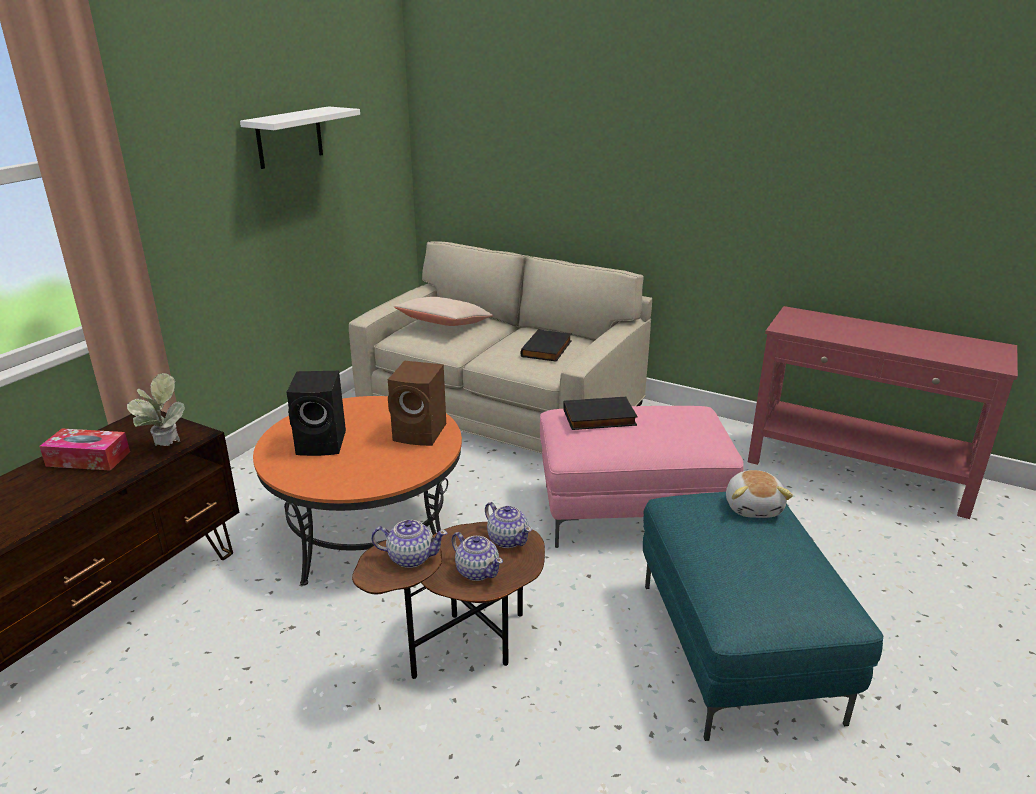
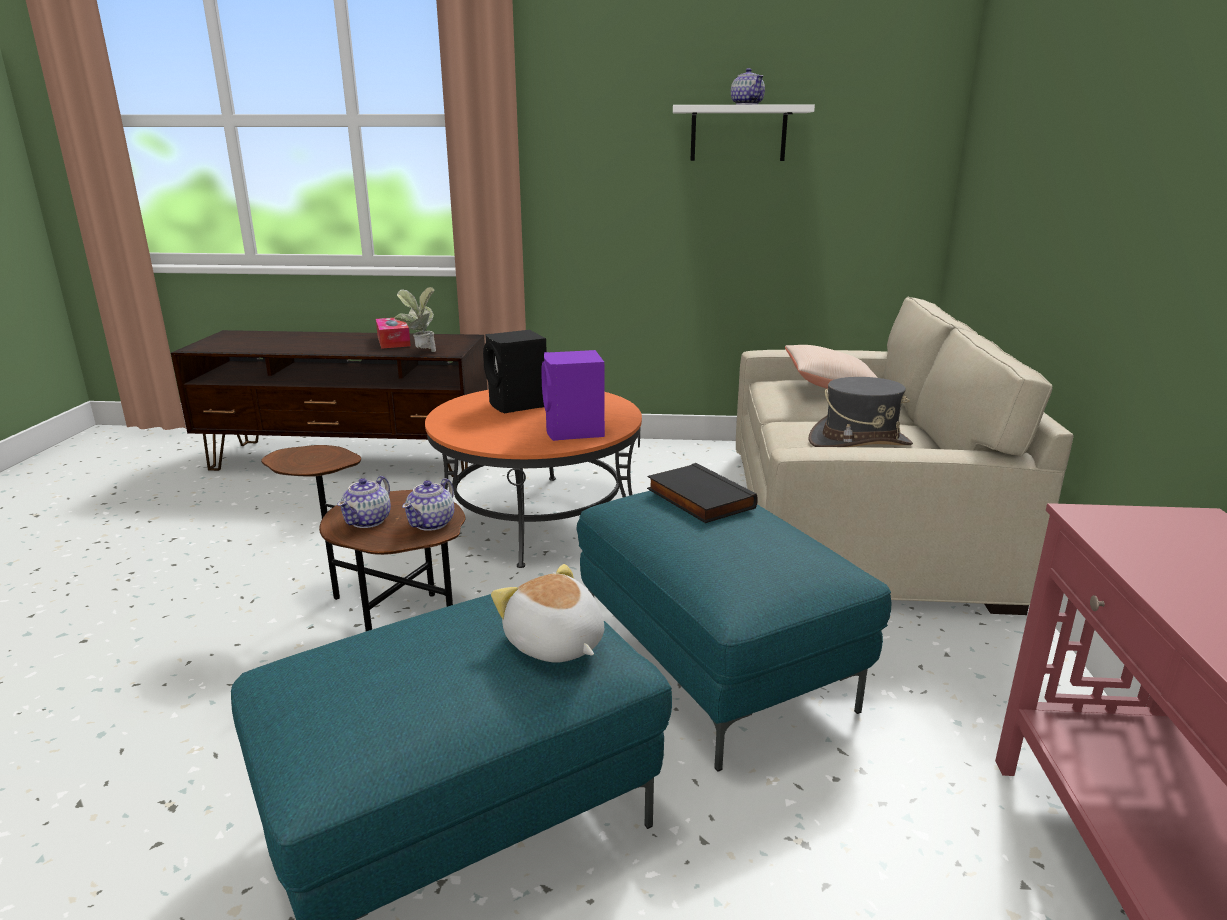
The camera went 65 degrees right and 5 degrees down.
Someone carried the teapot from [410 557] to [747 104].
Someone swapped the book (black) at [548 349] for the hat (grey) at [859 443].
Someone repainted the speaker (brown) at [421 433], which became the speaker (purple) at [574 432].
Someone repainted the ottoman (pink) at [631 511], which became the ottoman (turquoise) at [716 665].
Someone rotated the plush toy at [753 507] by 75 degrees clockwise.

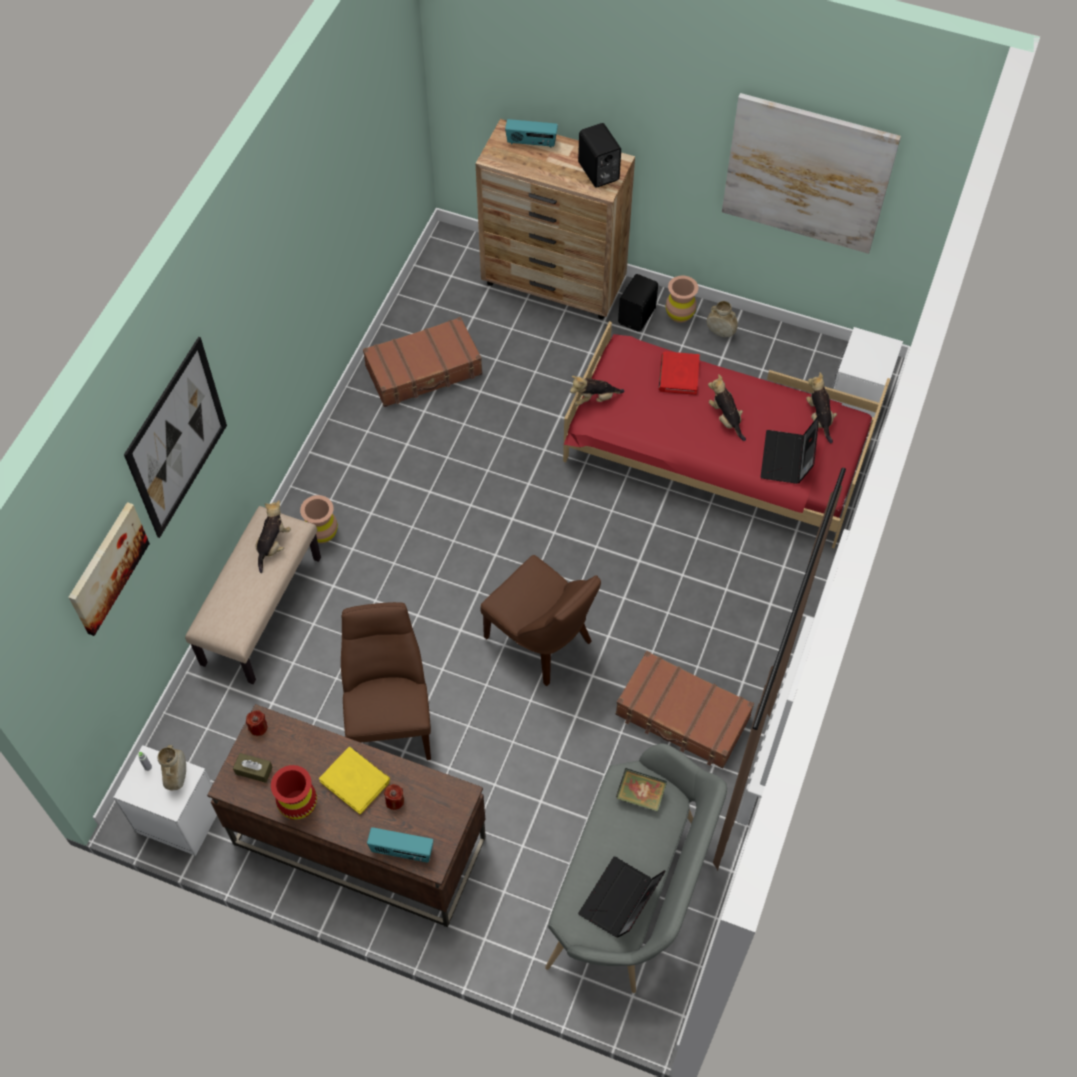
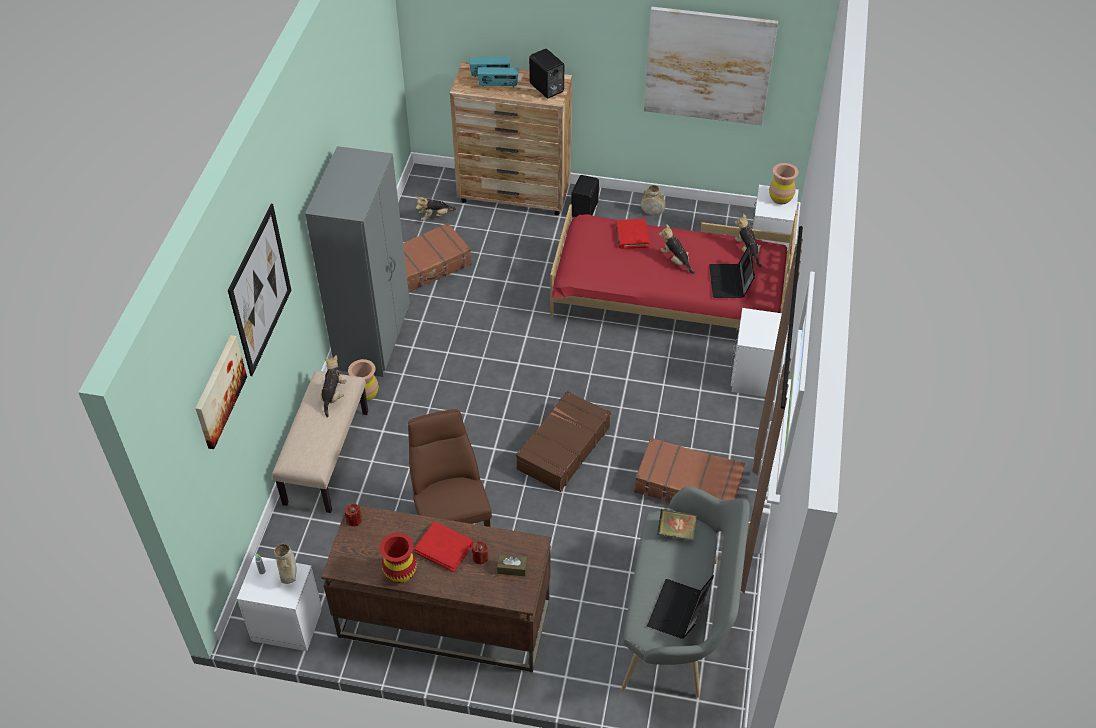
The camera went 10 degrees left and 10 degrees down.
Someone put down the wardrobe (grey) at [374 338].
Someone put down the nightstand (white) at [752 376].
Someone carried the tissue box (brown) from [254 770] to [512 568].
Someone carried the radio from [402 851] to [498 85].
Someone carried the plush toy from [594 399] to [435 216].
Someone carried the vase (brown) from [679 314] to [780 198].
Someone swapped the chair (brown) at [542 642] for the suitcase (brown) at [562 448].
Someone repainted the book (yellow) at [355 781], which became the book (red) at [444 548].

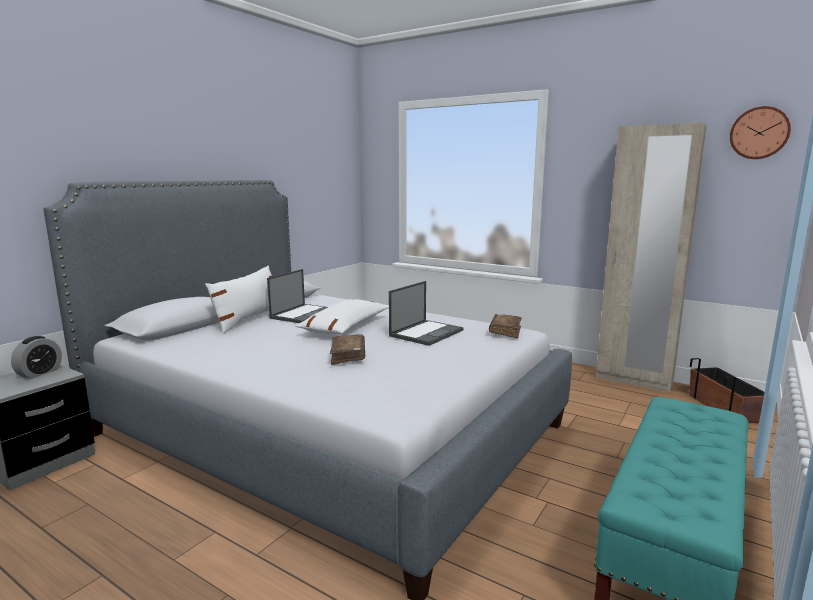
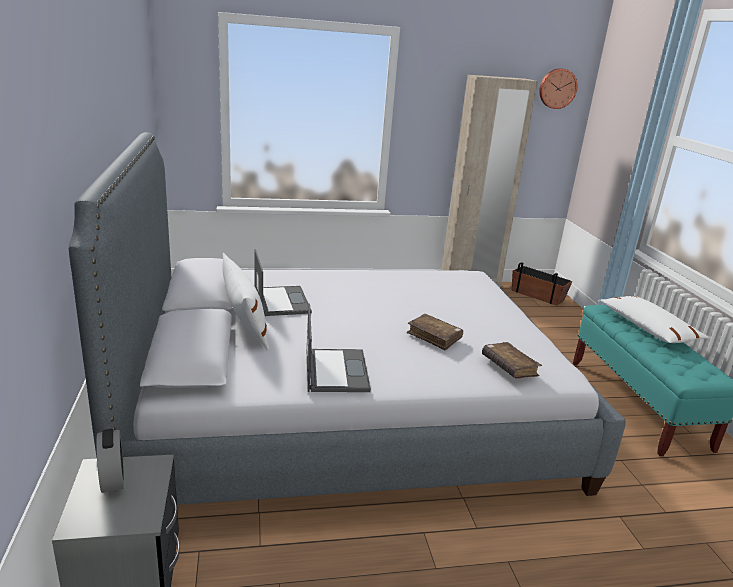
The camera went 45 degrees left and 10 degrees up.
Someone carried the pillow (white) from [345 327] to [648 328].
Someone carried the laptop from [427 333] to [336 370].
Someone carried the book (brown) from [505 331] to [509 367].

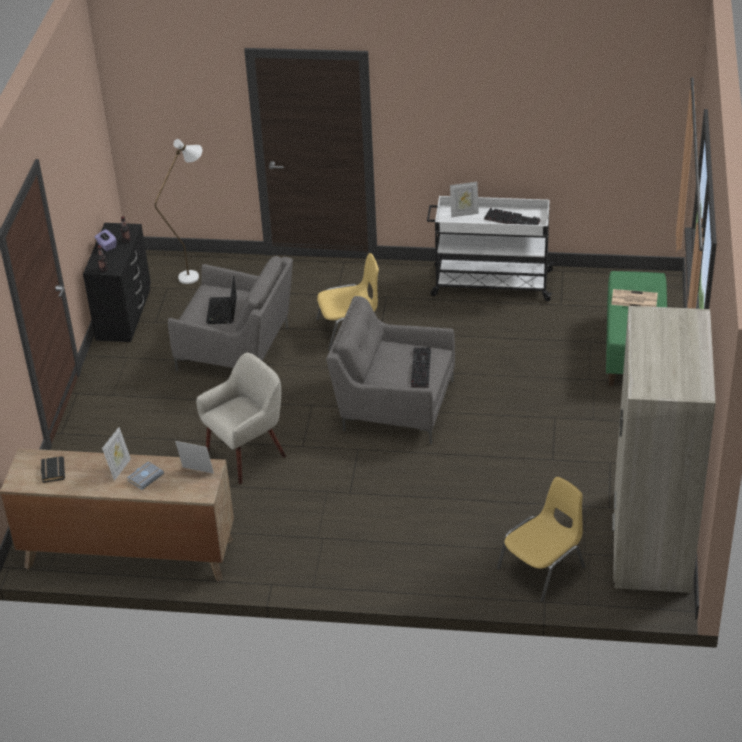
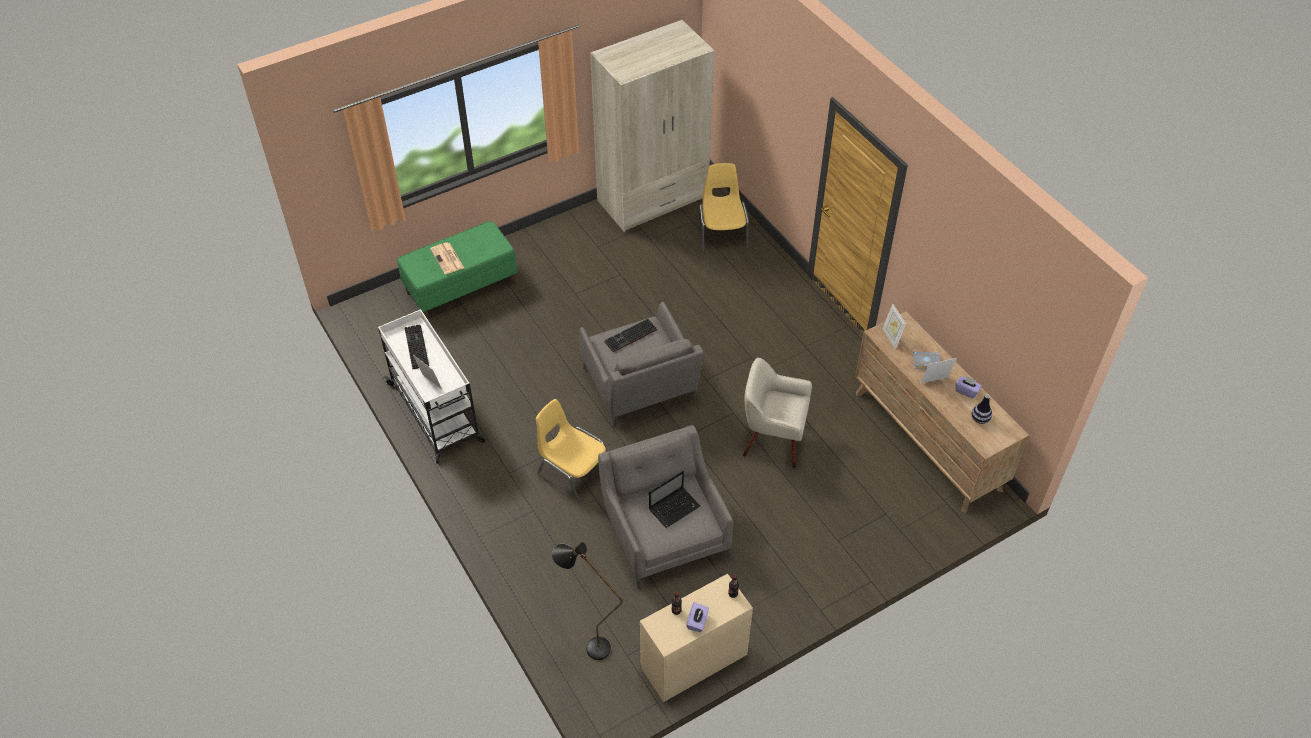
The camera went 130 degrees left and 10 degrees up.
Someone put down the tissue box (purple) at [966 391].
Someone swapped the book (black) at [52 471] for the vase at [980 419].
Someone repainted the dresser (black) at [124 314], which became the dresser (beige) at [693 660].
Someone repainted the floor lamp (white) at [195 274], which became the floor lamp (black) at [589 646].
Someone rotated the chair (yellow) at [543 568] by 75 degrees clockwise.

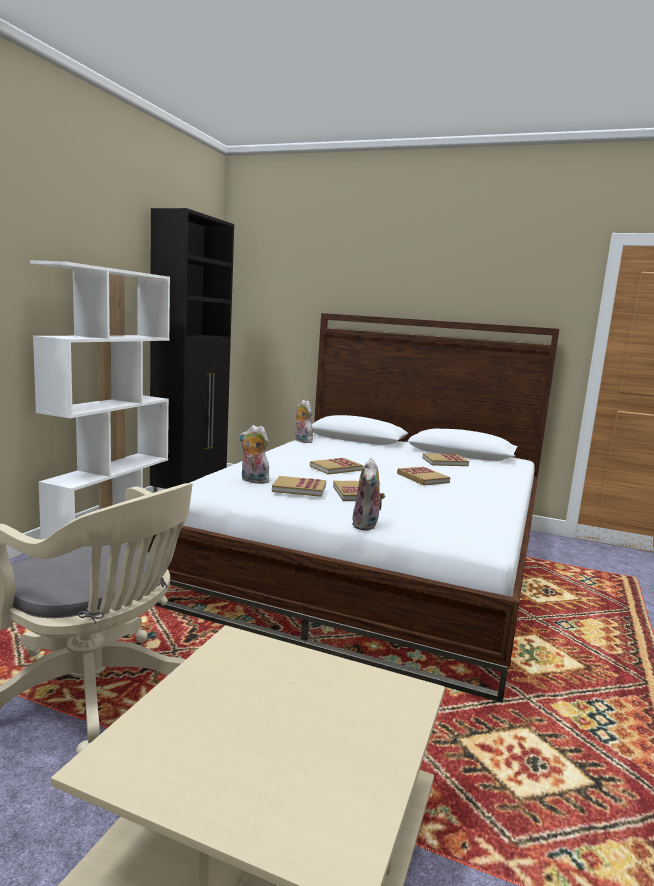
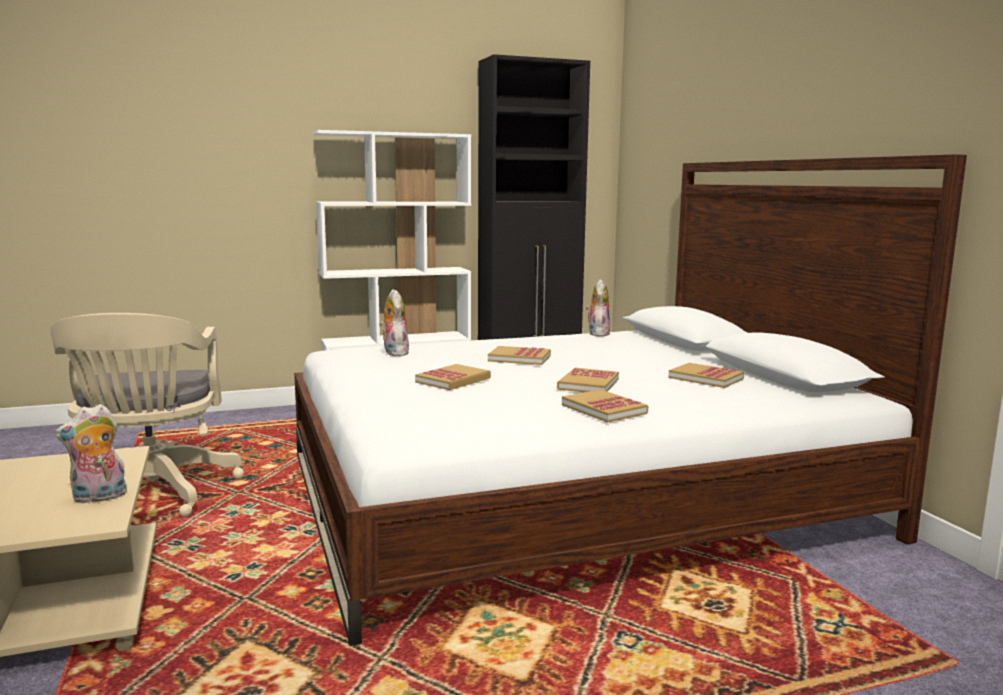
The camera went 50 degrees right and 0 degrees up.
Someone carried the book from [299 488] to [604 409].
Someone carried the plush toy from [367 525] to [98 498].

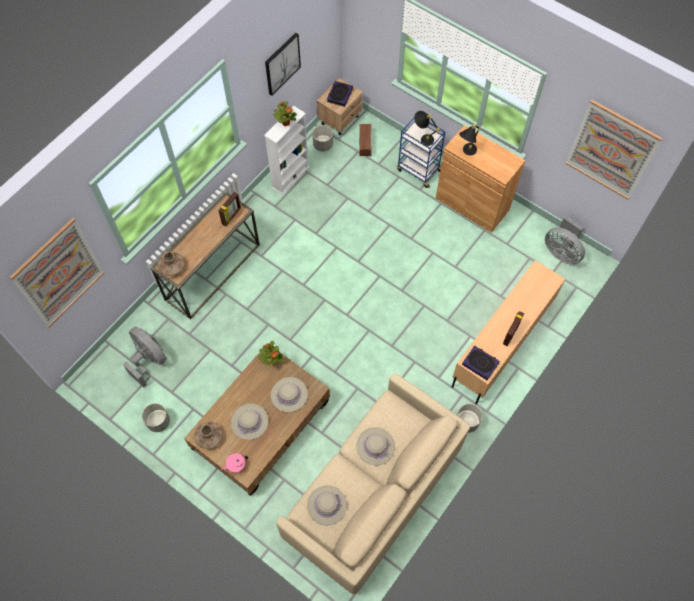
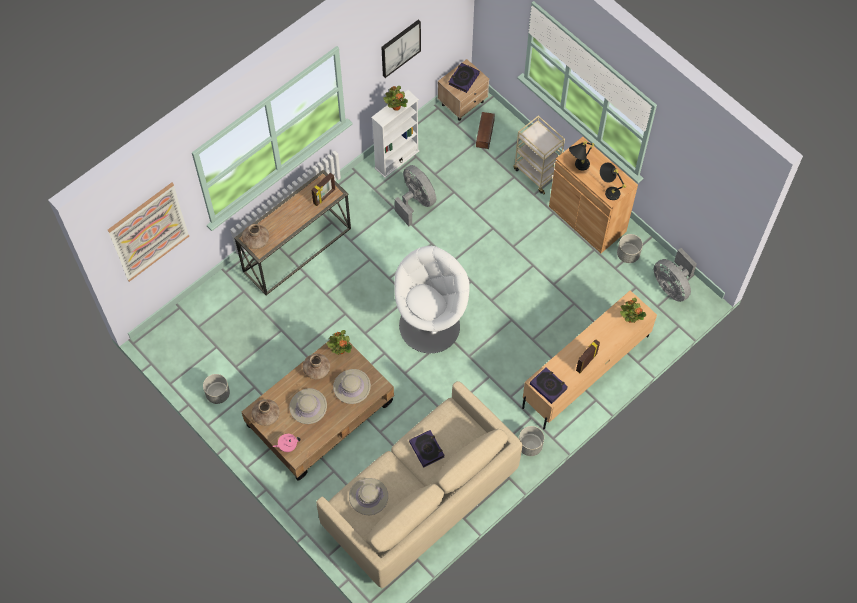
The camera went 10 degrees right and 0 degrees up.
Someone took away the picture at [611 150].
Someone put down the vase (brown) at [317 369].
Someone put down the armchair (white) at [430 325].
Someone put down the potted plant at [630 318].
Someone carried the fan (grey) from [149 360] to [416 202].
Someone carried the planter (grey) from [323 145] to [628 254].
Someone carried the table lamp (black) from [423 138] to [608 190].
Someone swapped the hat (beige) at [375 446] for the book at [427 449].
Someone repainted the cart (blue) at [418 170], which became the cart (beige) at [537 173].

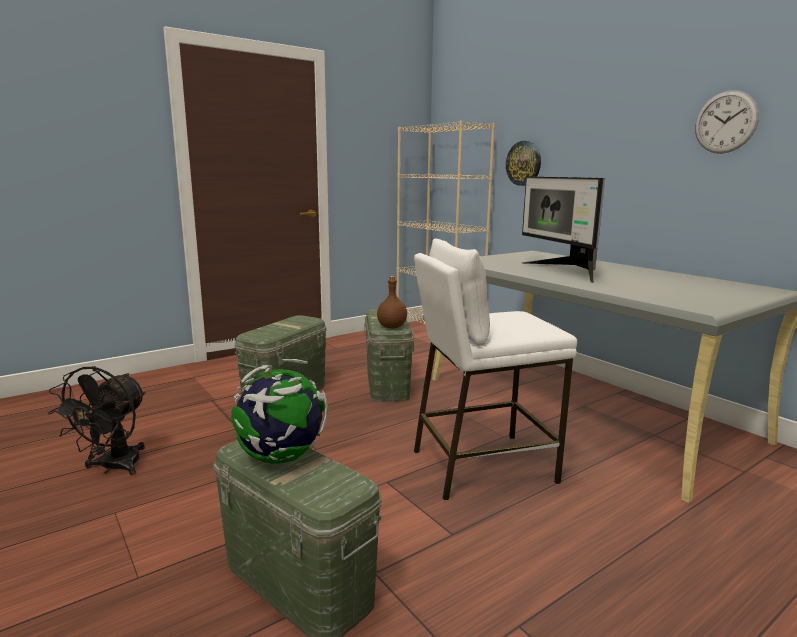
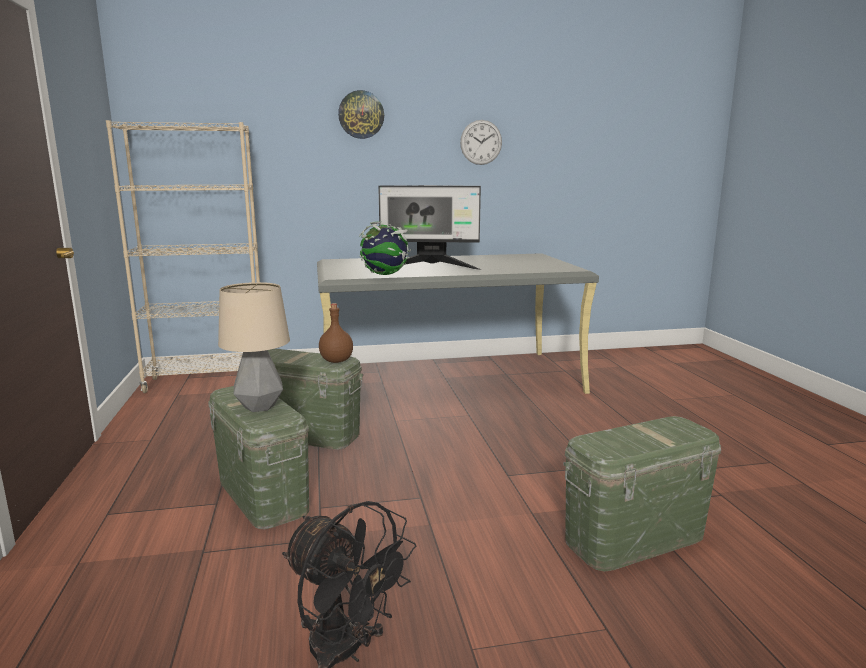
The camera went 65 degrees left and 0 degrees up.
Someone took away the stool (white) at [481 465].
Someone put down the table lamp at [260 407].
Someone carried the globe from [281 458] to [385 274].
Someone carried the wall clock from [523 163] to [361 114].

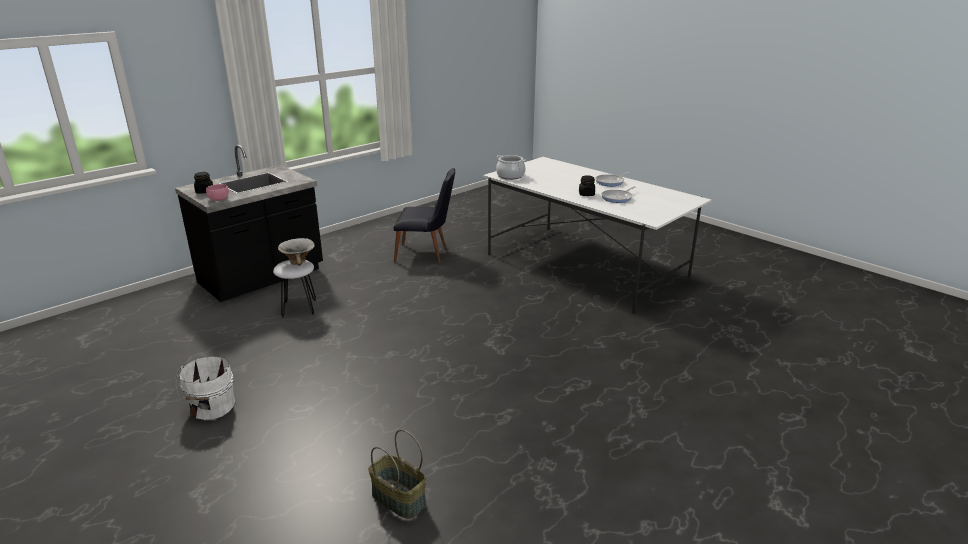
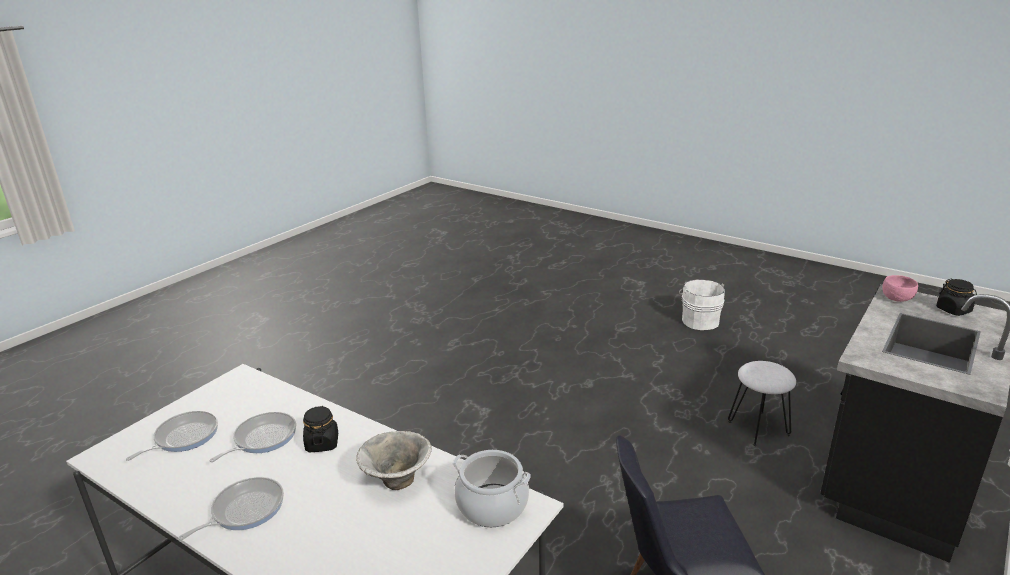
The camera went 170 degrees right and 0 degrees up.
Someone took away the basket at [397 499].
Someone put down the frying pan at [183 437].
Someone carried the bowl from [299 262] to [396 481].

